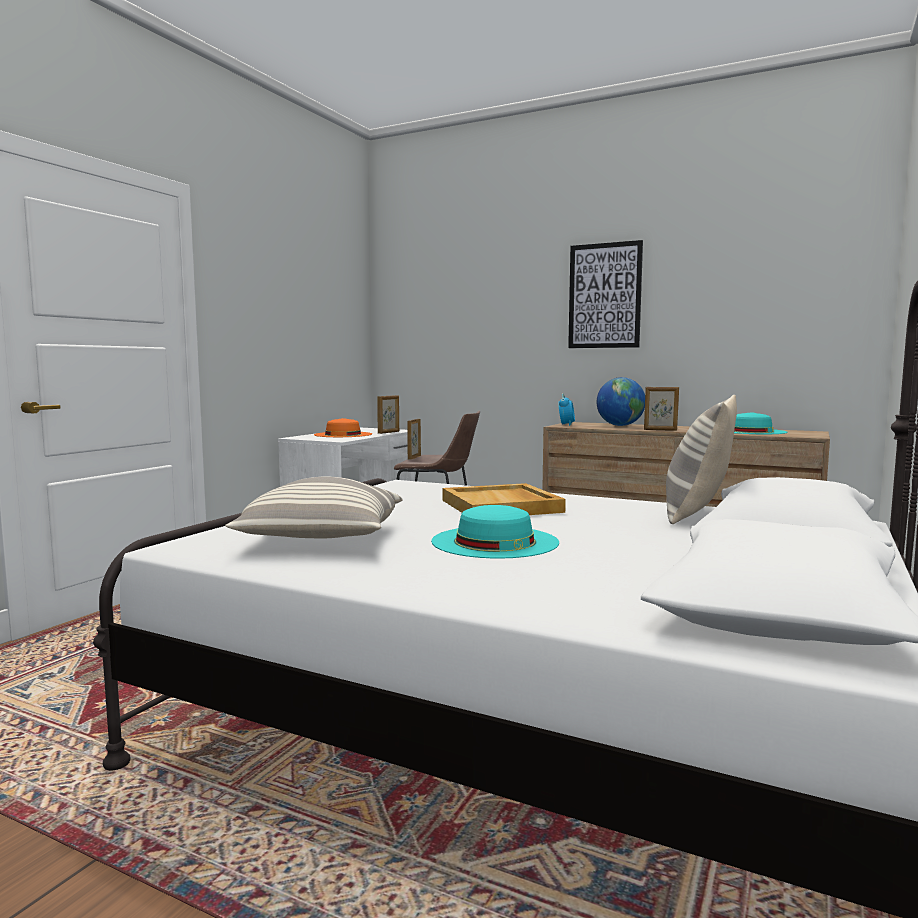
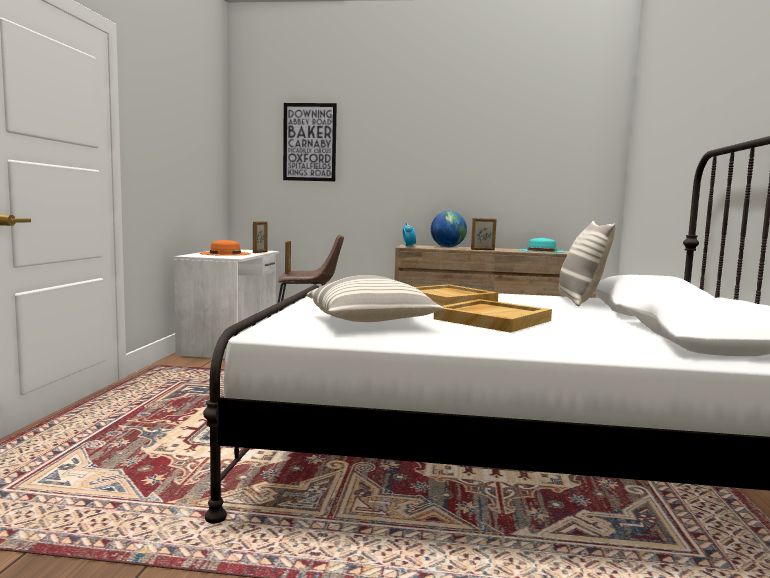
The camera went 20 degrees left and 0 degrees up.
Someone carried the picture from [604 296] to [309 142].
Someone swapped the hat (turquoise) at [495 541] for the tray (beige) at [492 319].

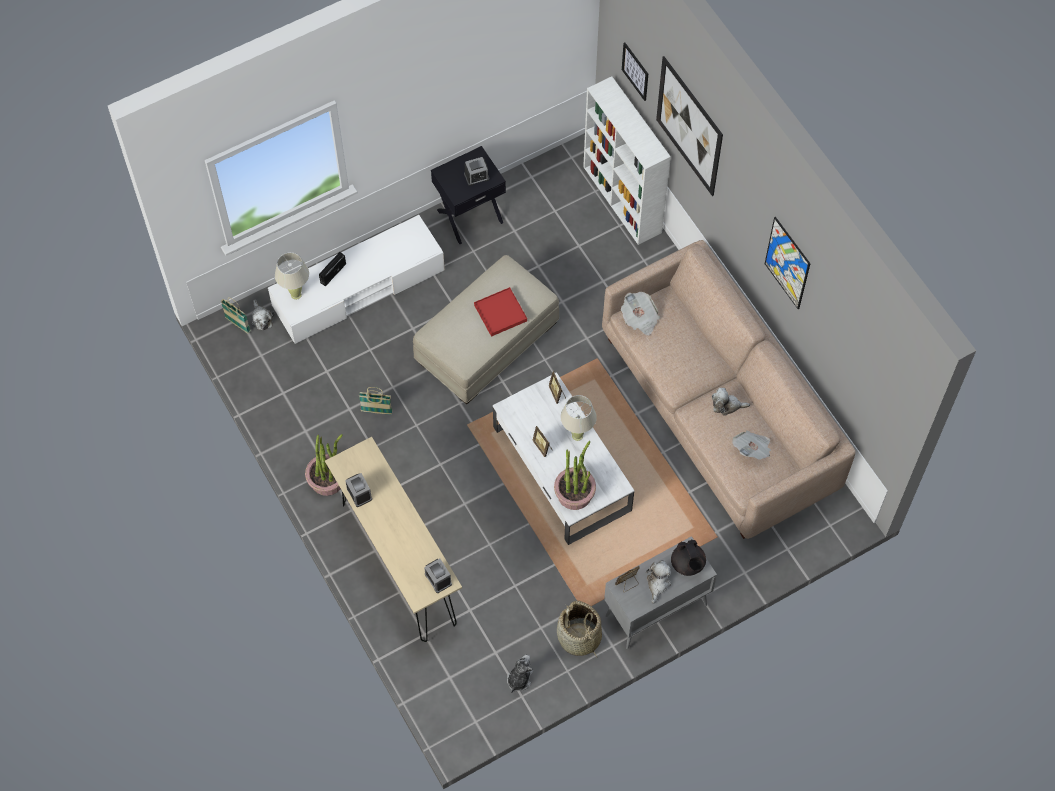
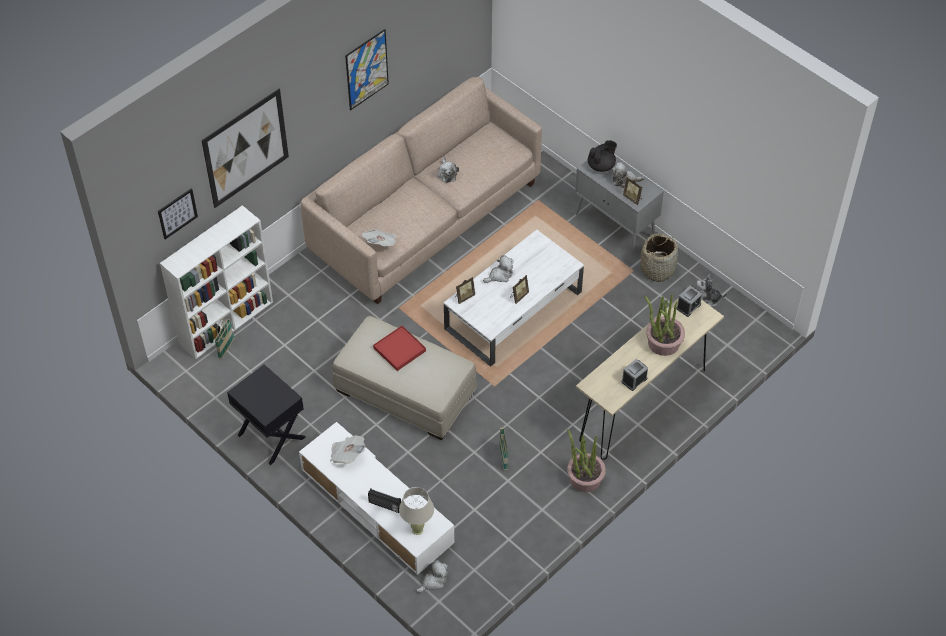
The camera went 105 degrees left and 10 degrees down.
Someone took away the alarm clock at [476 176].
Someone carried the basket from [238 324] to [226 348].
Someone carried the potted plant from [574 493] to [663 342].
Someone carried the newspaper from [752 449] to [347 454].
Someone swapped the table lamp (beige) at [577 435] for the plush toy at [500 275].

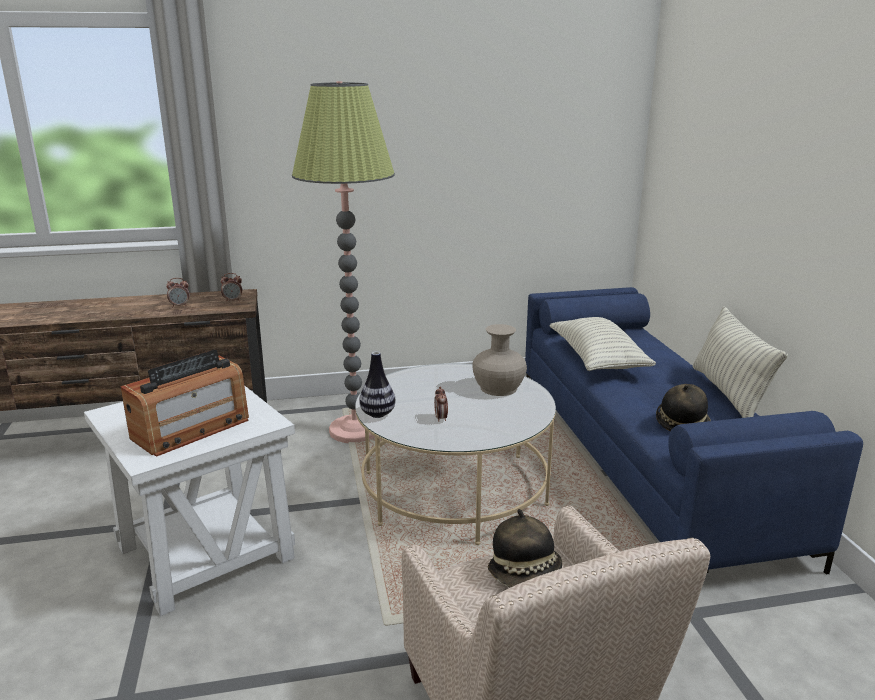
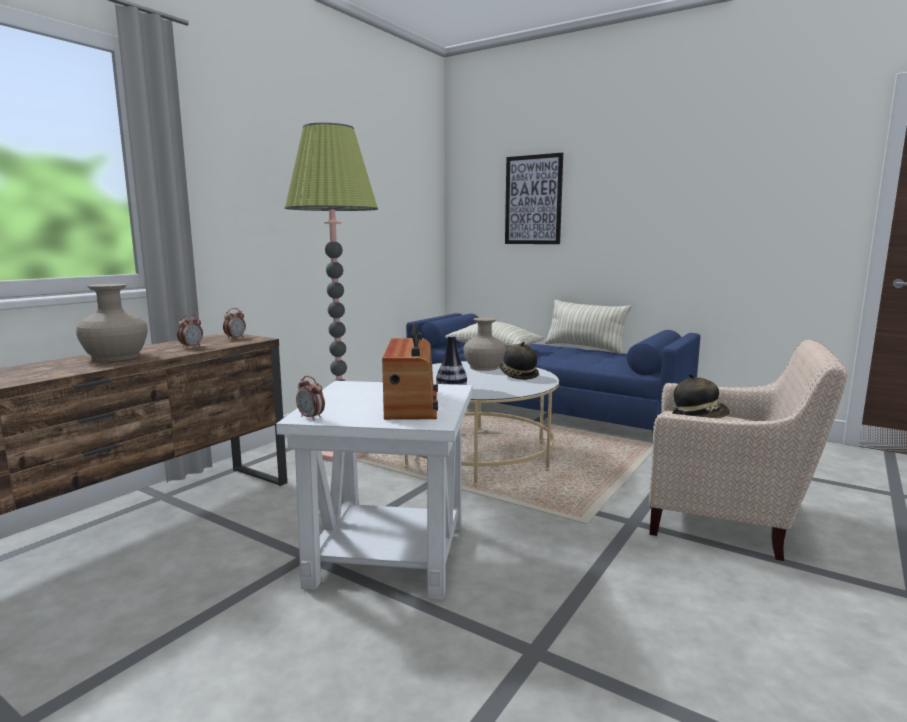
The camera went 45 degrees left and 10 degrees down.
Someone put down the vase (beige) at [116 357].
Someone put up the picture at [533 200].
Someone carried the alarm clock from [441 418] to [311 417].
Someone carried the hat from [681 423] to [517 375].

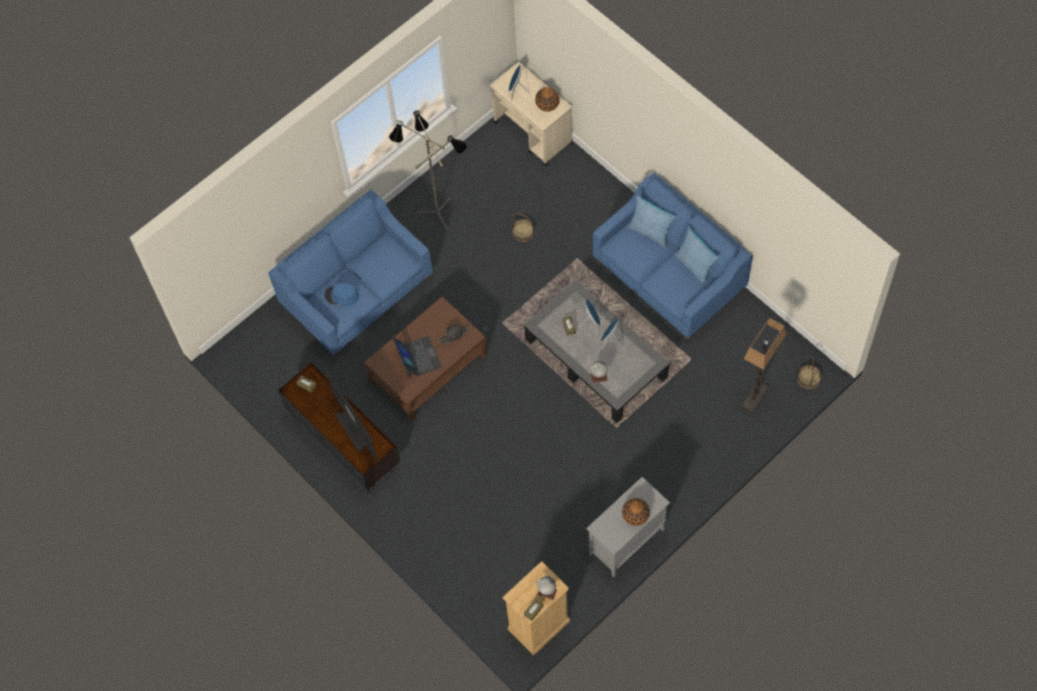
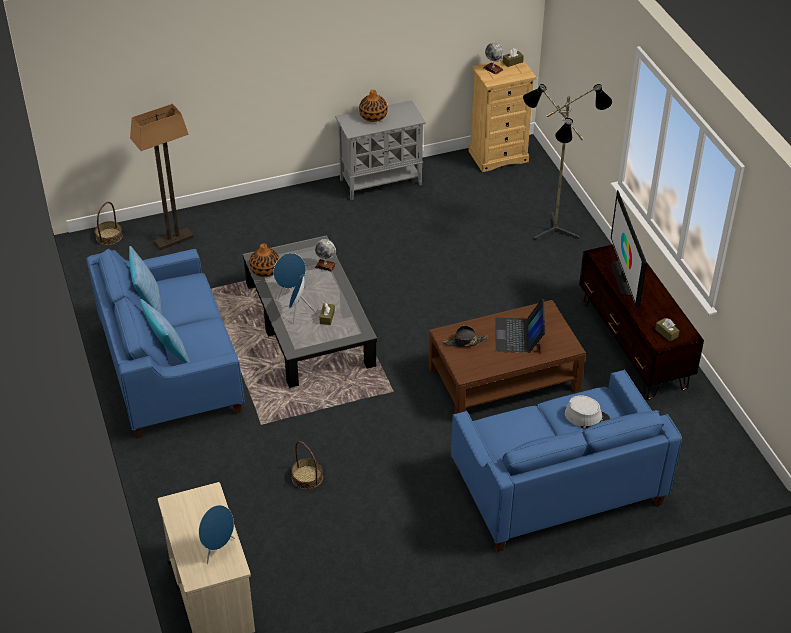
The camera went 160 degrees left and 20 degrees down.
Someone carried the floor lamp from [437 210] to [553 234].
Someone carried the vase from [547 104] to [265 270].
Someone repainted the hat (blue) at [341 296], which became the hat (grey) at [587 417].

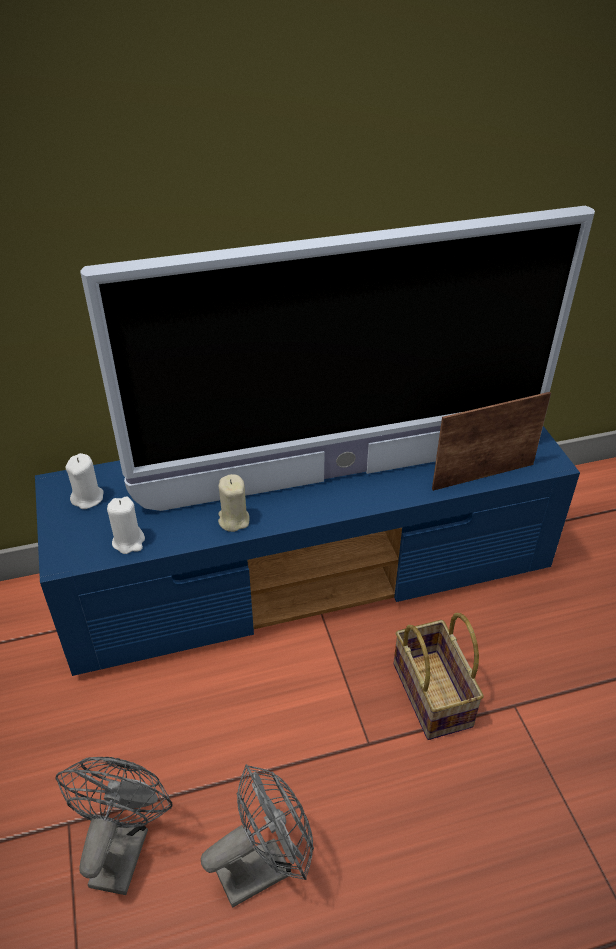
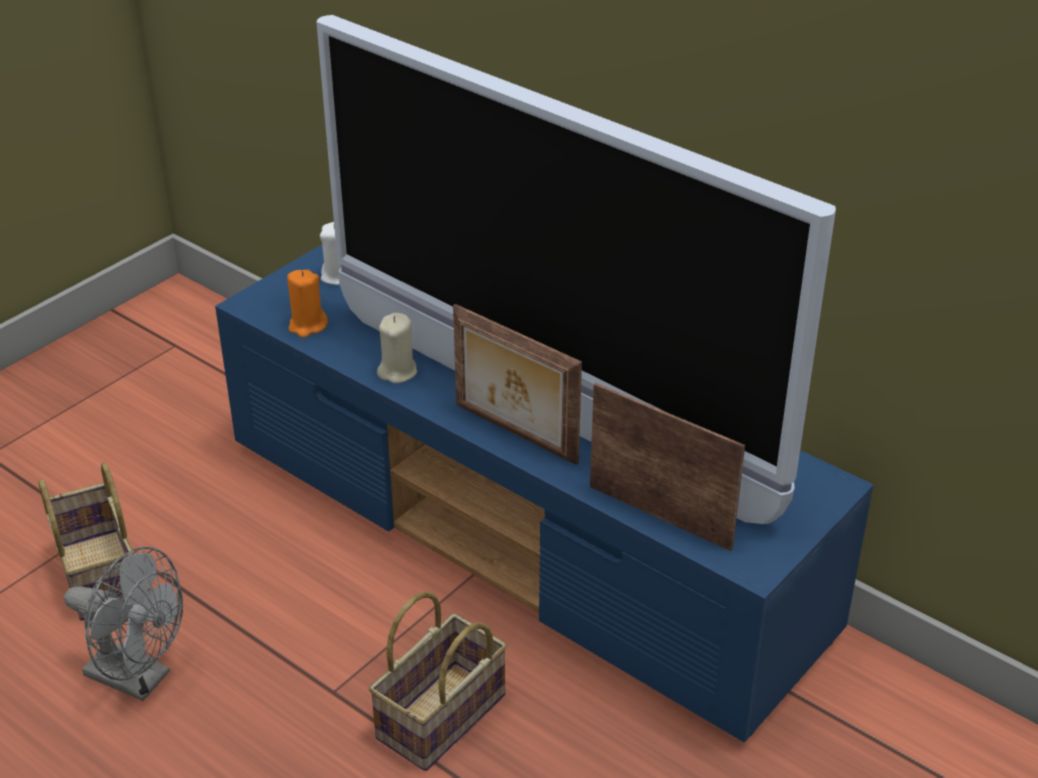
The camera went 55 degrees right and 5 degrees down.
Someone put down the picture frame at [514 434].
Someone swapped the fan (grey) at [122 846] for the basket at [96 574].
Someone repainted the candle (white) at [129 541], which became the candle (orange) at [307 326].

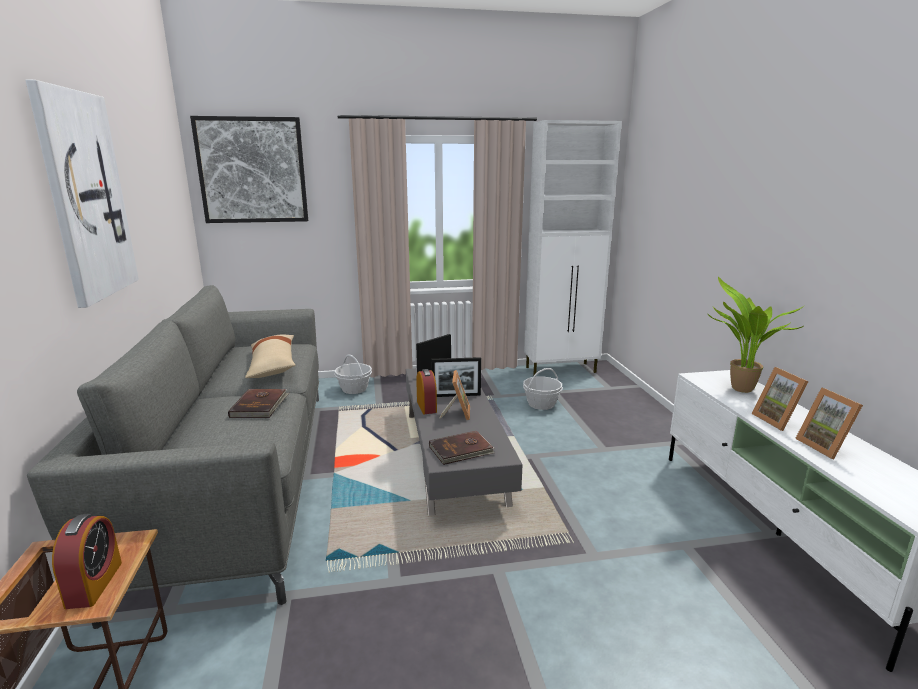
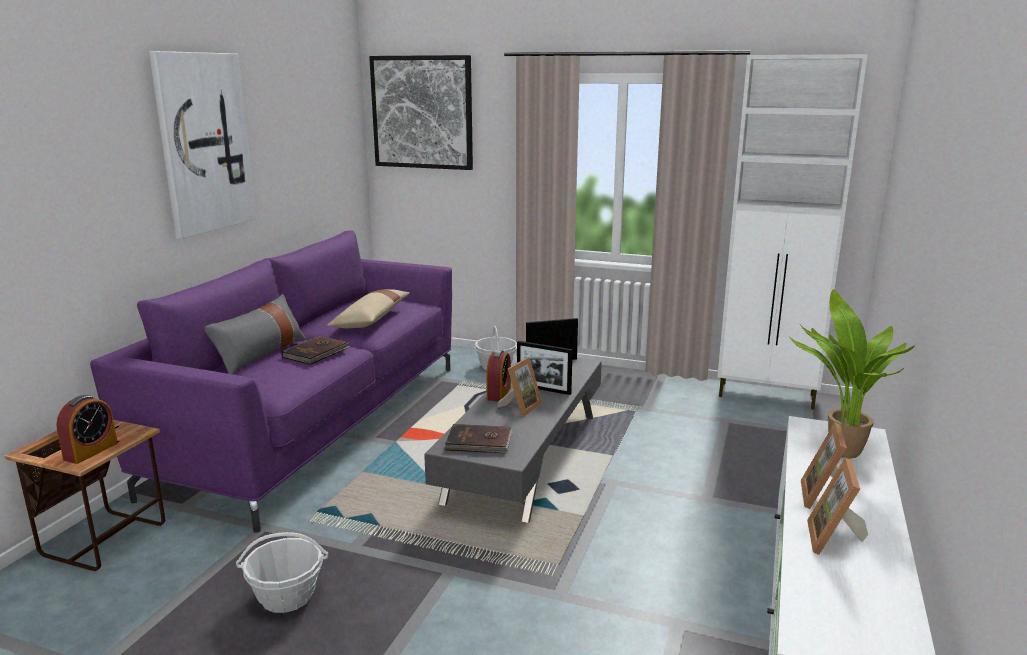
The camera went 30 degrees right and 0 degrees up.
Someone put down the pillow (grey) at [260 355].
Someone carried the basket from [541 404] to [287 596].
Someone repainted the sofa (grey) at [239 477], which became the sofa (purple) at [317 423].

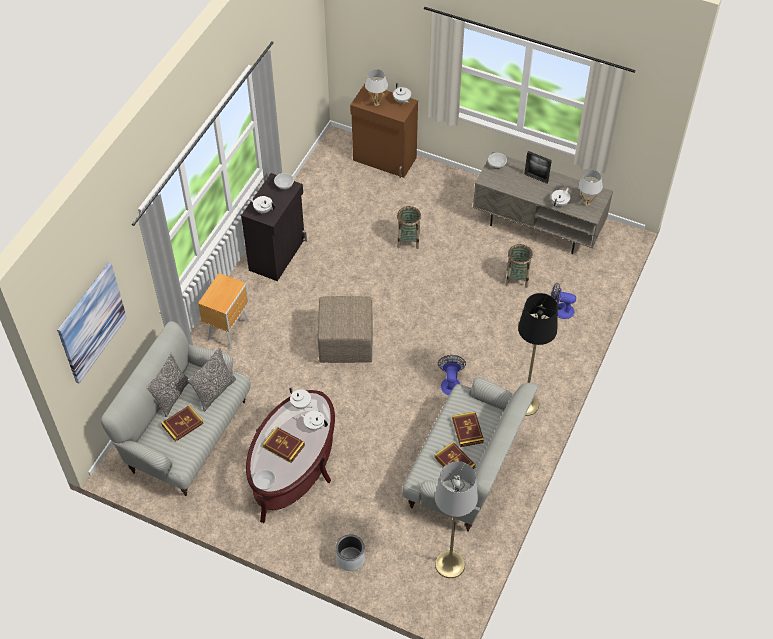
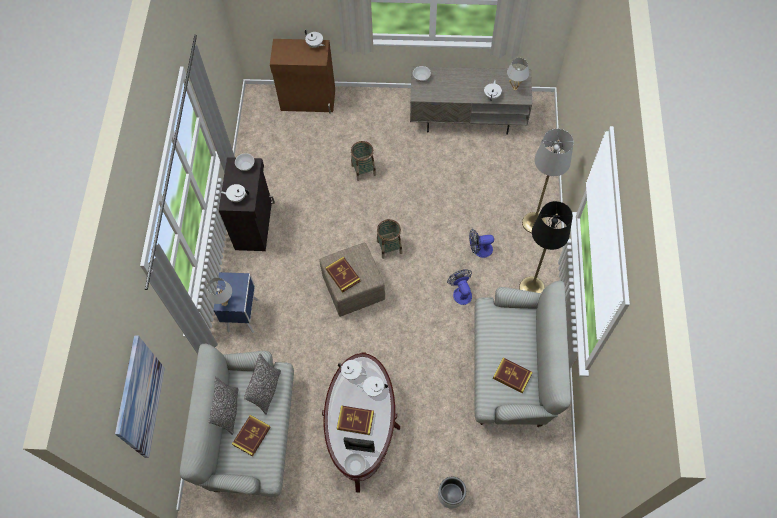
The camera went 20 degrees left and 10 degrees up.
Someone carried the table lamp (white) from [376 104] to [225 303].
Someone carried the floor lamp (grey) from [450 564] to [534 223].
Someone carried the book from [467 430] to [343 275].
Someone carried the basket from [517 278] to [389 247].
Someone carried the picture frame from [536 178] to [360 449].
Someone carried the fan from [560 310] to [479 250].
Someone repainted the nightstand (brown) at [229 330], which became the nightstand (blue) at [243 314].

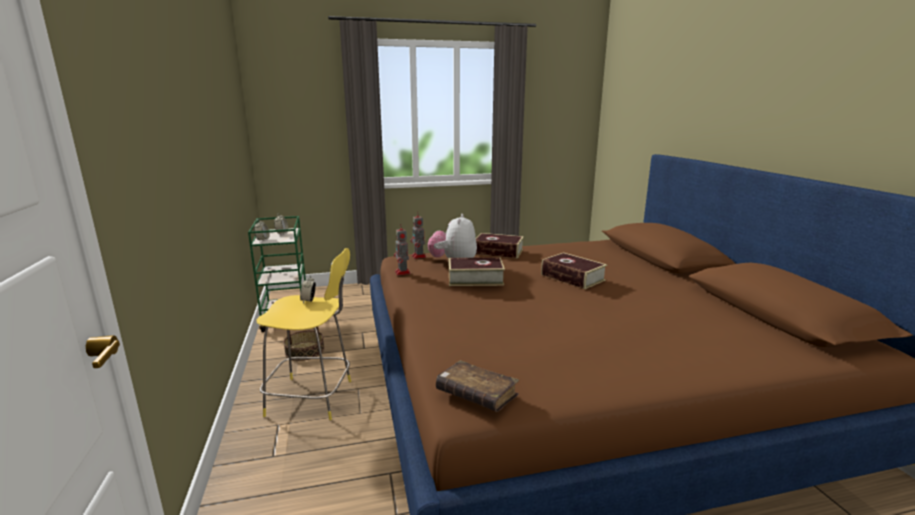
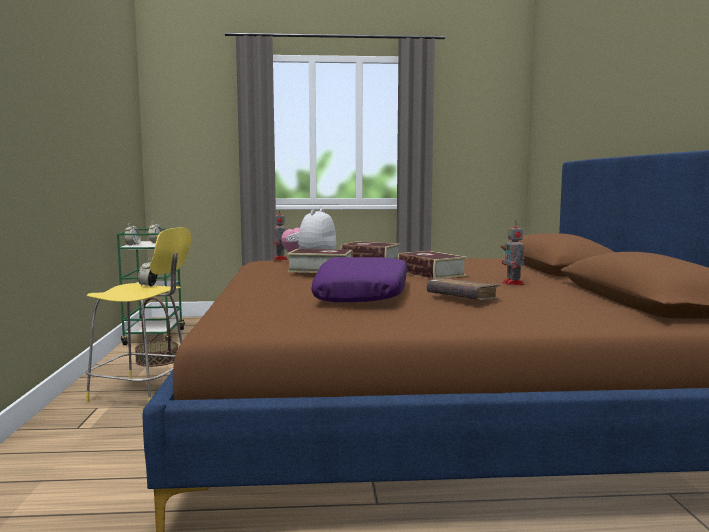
The camera went 10 degrees right and 10 degrees down.
Someone put down the pillow (purple) at [364 295].
Someone carried the toy robot from [402 273] to [513 284].
Someone carried the book (brown) from [476 395] to [462 298].

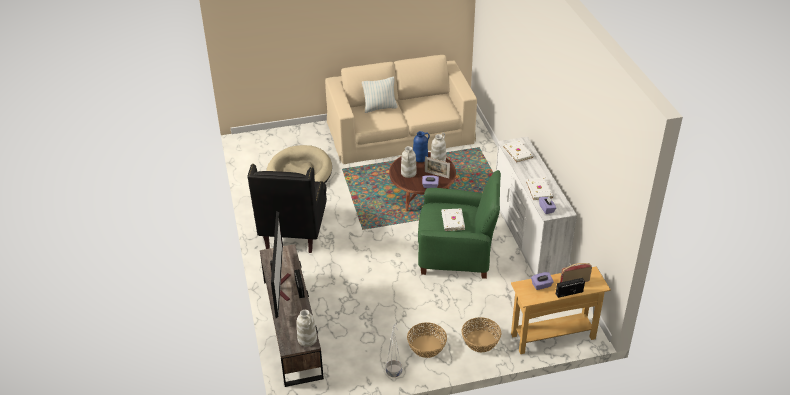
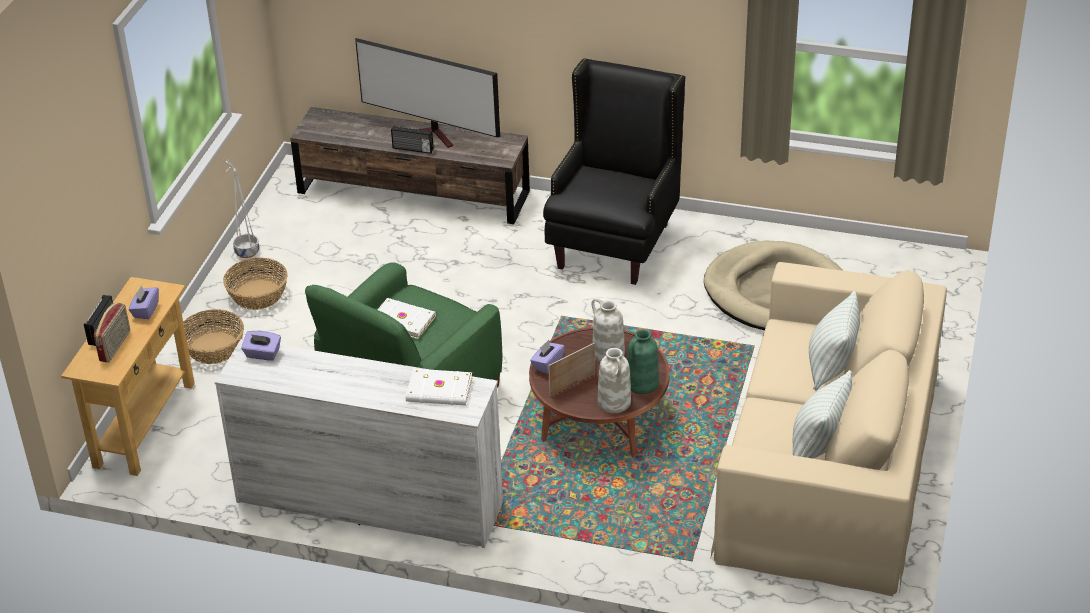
The camera went 120 degrees right and 0 degrees up.
Someone took away the vase (white) at [307 339].
Someone took away the book (white) at [539 190].
Someone put down the pillow at [818 446].
Someone repainted the vase (blue) at [420 157], which became the vase (green) at [642 384].
Someone rotated the armchair (black) at [294 233] by 75 degrees clockwise.

